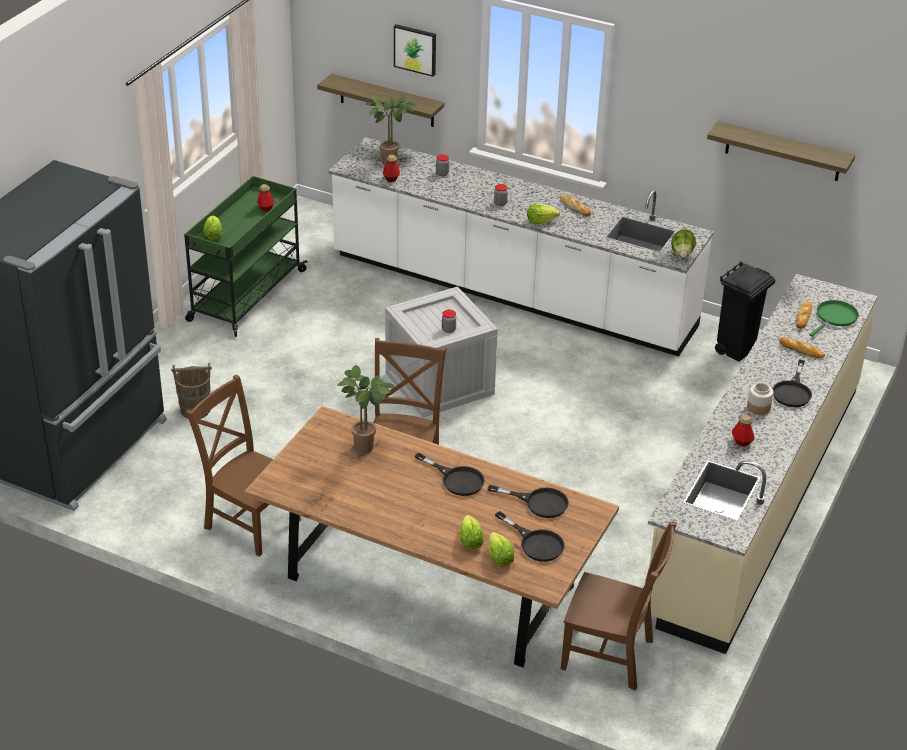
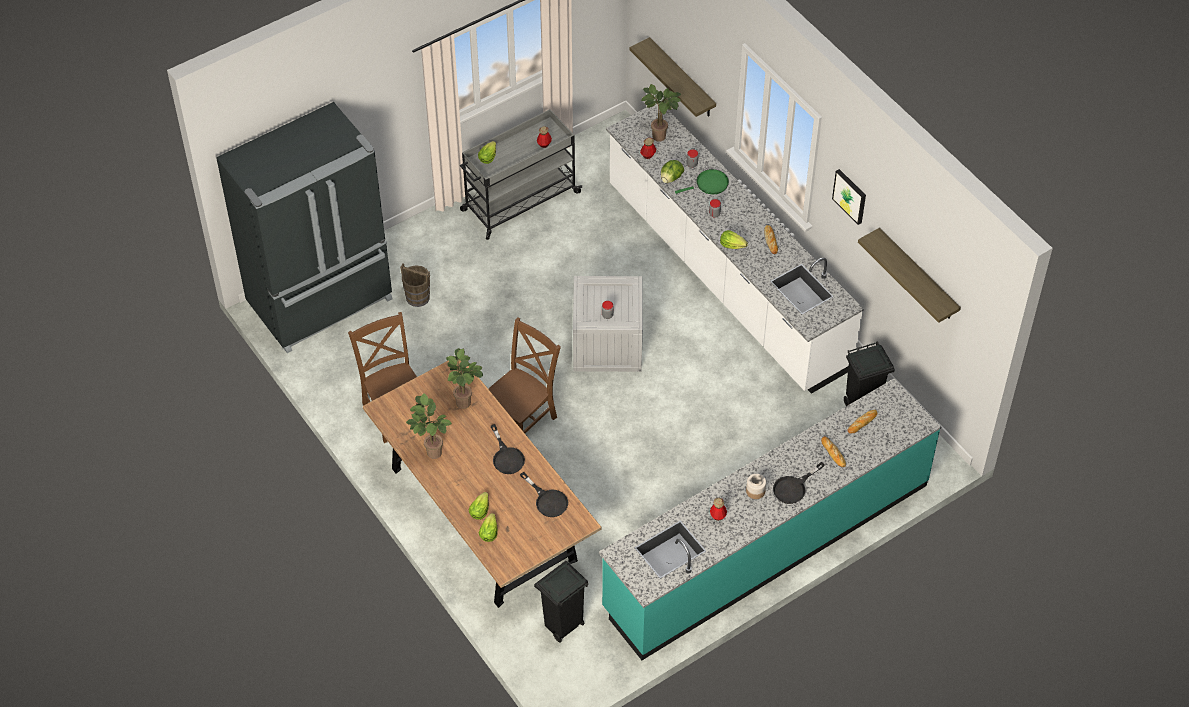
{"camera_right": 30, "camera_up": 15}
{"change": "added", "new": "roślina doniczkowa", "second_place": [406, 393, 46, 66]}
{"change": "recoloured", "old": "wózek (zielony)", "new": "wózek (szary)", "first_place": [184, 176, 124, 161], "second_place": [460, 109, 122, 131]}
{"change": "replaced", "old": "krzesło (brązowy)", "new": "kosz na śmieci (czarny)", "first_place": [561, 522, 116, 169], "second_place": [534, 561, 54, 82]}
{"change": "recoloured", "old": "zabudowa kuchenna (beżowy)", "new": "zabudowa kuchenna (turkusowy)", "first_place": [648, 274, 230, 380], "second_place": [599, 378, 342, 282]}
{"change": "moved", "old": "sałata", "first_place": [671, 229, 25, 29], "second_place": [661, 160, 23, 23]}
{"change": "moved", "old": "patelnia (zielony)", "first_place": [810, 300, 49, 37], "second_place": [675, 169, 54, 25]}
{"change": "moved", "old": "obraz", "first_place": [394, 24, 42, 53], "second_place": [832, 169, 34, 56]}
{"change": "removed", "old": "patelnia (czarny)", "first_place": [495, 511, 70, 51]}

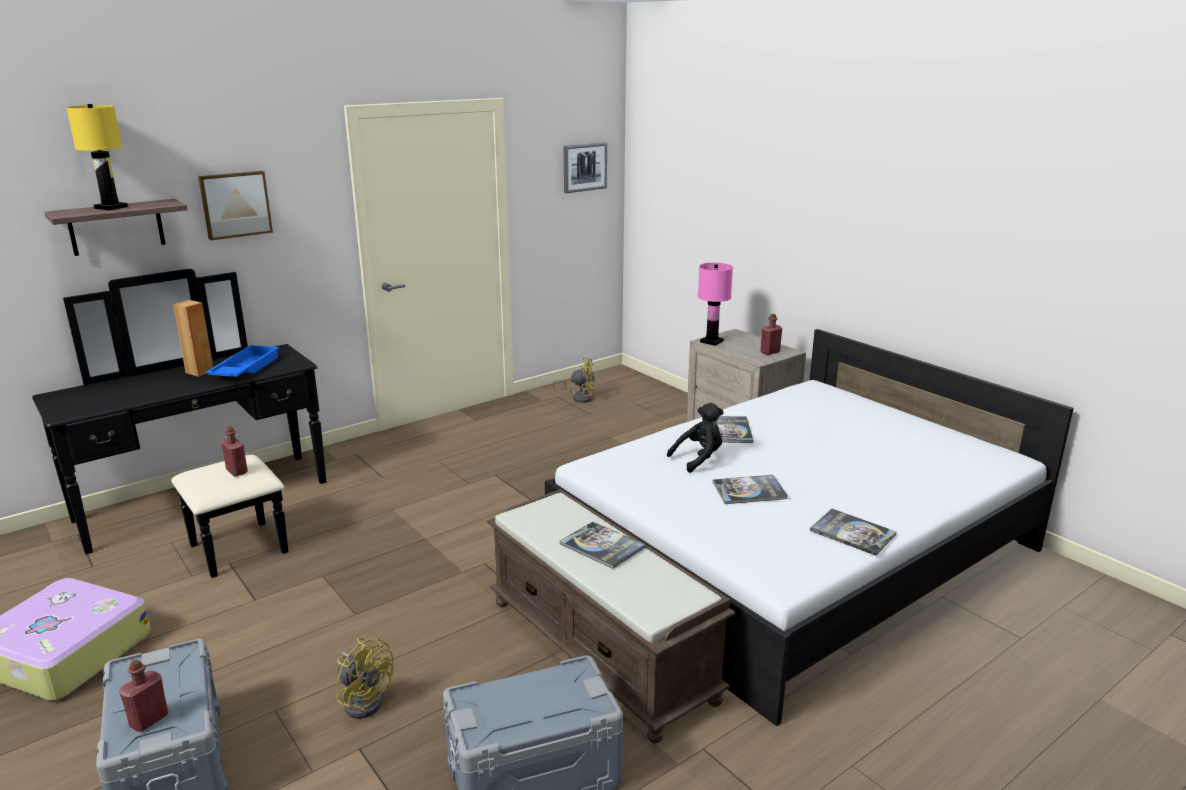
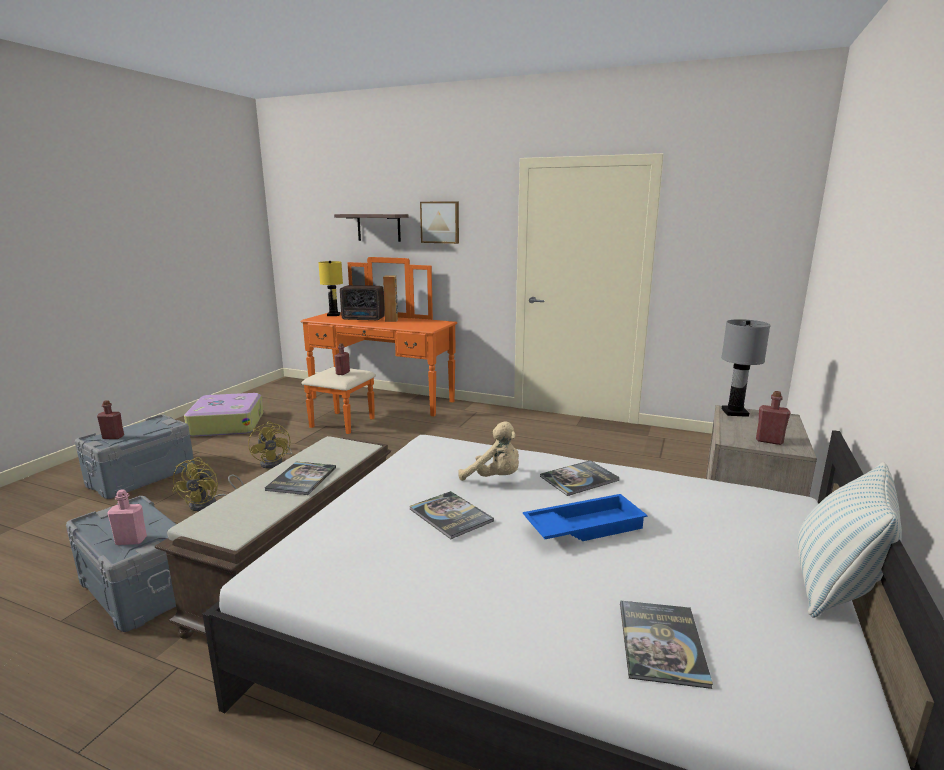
{"camera_right": 60, "camera_up": -5}
{"change": "added", "new": "butelka (różowy)", "second_place": [107, 489, 40, 56]}
{"change": "moved", "old": "wentylator (żółty)", "first_place": [552, 357, 43, 46], "second_place": [248, 421, 45, 47]}
{"change": "recoloured", "old": "komoda (czarny)", "new": "komoda (pomarańczowy)", "first_place": [32, 269, 294, 309], "second_place": [301, 257, 156, 177]}
{"change": "moved", "old": "lampa stołowa (żółty)", "first_place": [66, 104, 62, 106], "second_place": [318, 261, 25, 55]}
{"change": "added", "new": "radio", "second_place": [340, 285, 45, 36]}
{"change": "recoloured", "old": "pluszak (czarny)", "new": "pluszak (beżowy)", "first_place": [667, 403, 57, 70], "second_place": [458, 421, 61, 60]}
{"change": "moved", "old": "taca (niebieski)", "first_place": [206, 345, 73, 32], "second_place": [523, 494, 125, 47]}
{"change": "moved", "old": "książka", "first_place": [810, 509, 87, 47], "second_place": [620, 601, 93, 88]}
{"change": "recoloured", "old": "lampa stołowa (różowy)", "new": "lampa stołowa (szary)", "first_place": [698, 263, 35, 83], "second_place": [721, 319, 50, 98]}
{"change": "added", "new": "poduszka", "second_place": [797, 462, 105, 156]}
{"change": "removed", "old": "obraz", "first_place": [563, 142, 44, 51]}

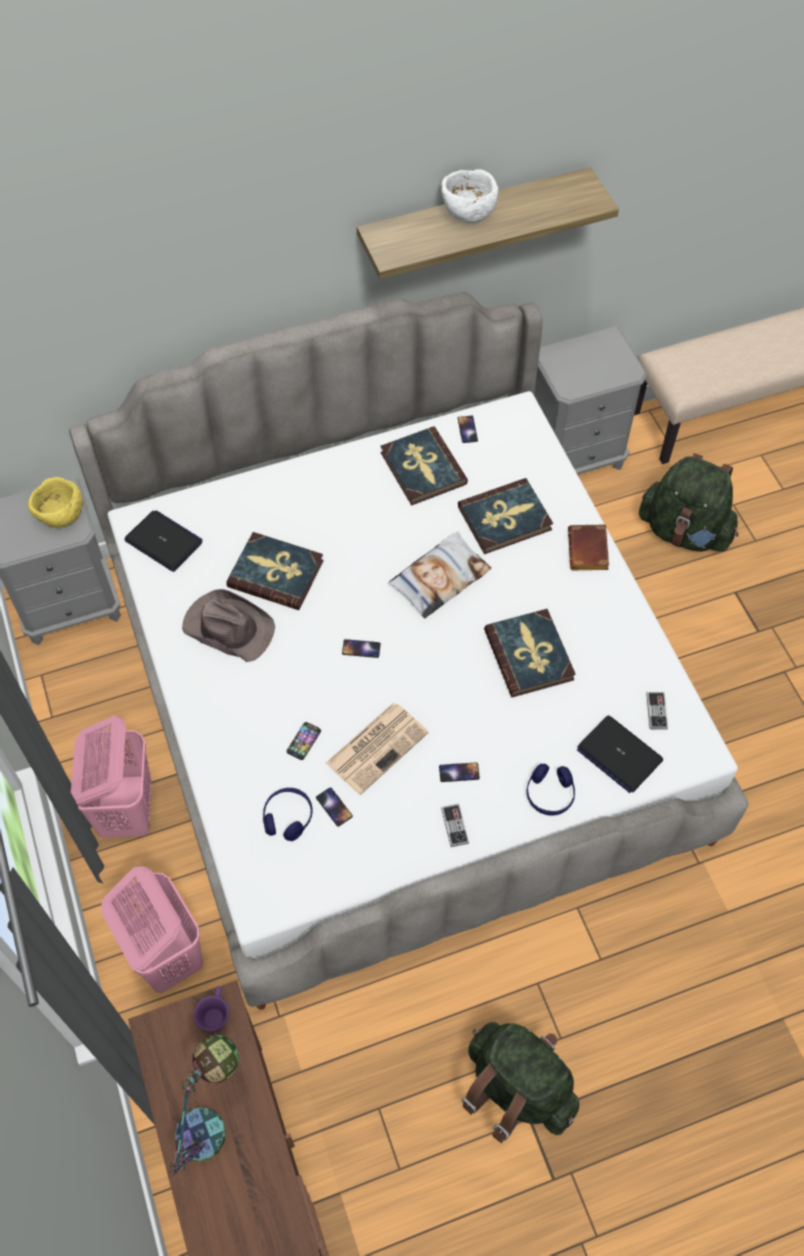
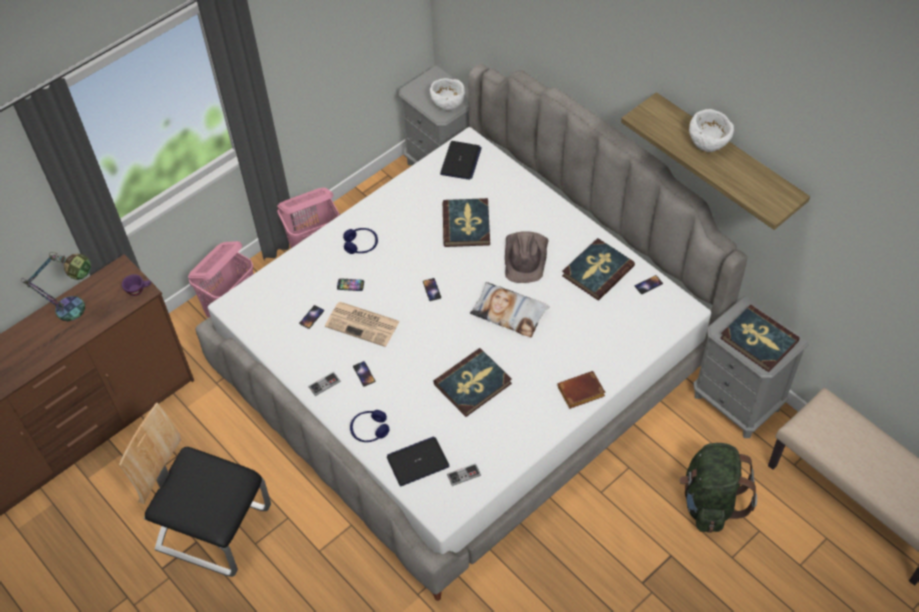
{"camera_right": 70, "camera_up": -5}
{"change": "replaced", "old": "plecak (zielony)", "new": "krzesło", "first_place": [461, 1022, 118, 121], "second_place": [119, 402, 152, 175]}
{"change": "moved", "old": "słuchawki (niebieski)", "first_place": [263, 788, 50, 53], "second_place": [343, 228, 35, 26]}
{"change": "turned", "old": "laptop", "first_place": [577, 715, 86, 78], "second_place": [387, 436, 63, 50], "degrees": 45}
{"change": "recoloured", "old": "miska (żółty)", "new": "miska (biały)", "first_place": [28, 477, 55, 51], "second_place": [430, 78, 35, 33]}
{"change": "moved", "old": "kapelusz (brązowy)", "first_place": [182, 589, 93, 73], "second_place": [505, 231, 44, 52]}
{"change": "moved", "old": "książka", "first_place": [458, 478, 95, 76], "second_place": [720, 305, 80, 67]}

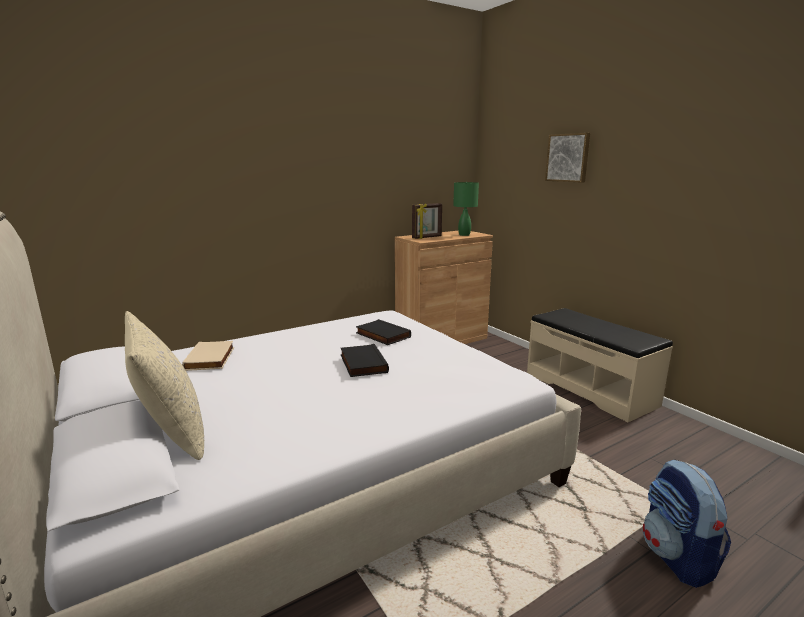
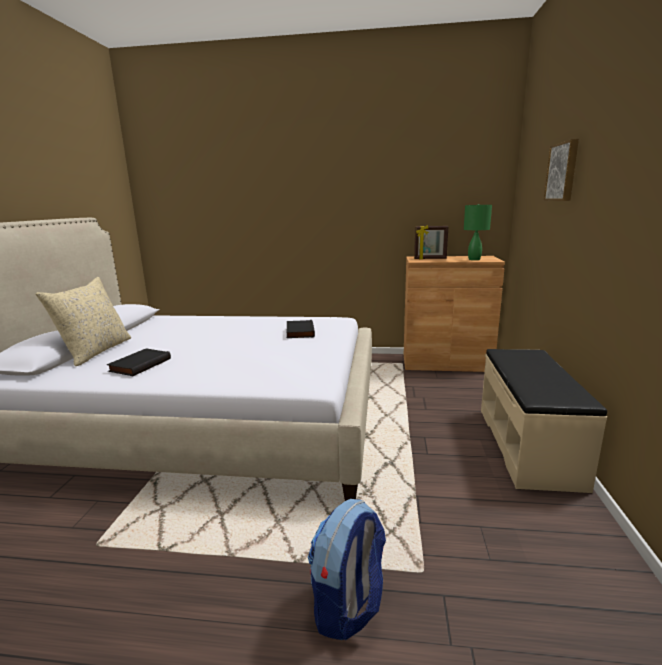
{"camera_right": 40, "camera_up": 0}
{"change": "moved", "old": "książka (czarny)", "first_place": [341, 344, 48, 33], "second_place": [107, 349, 64, 27]}
{"change": "removed", "old": "książka (beżowy)", "first_place": [182, 341, 52, 30]}

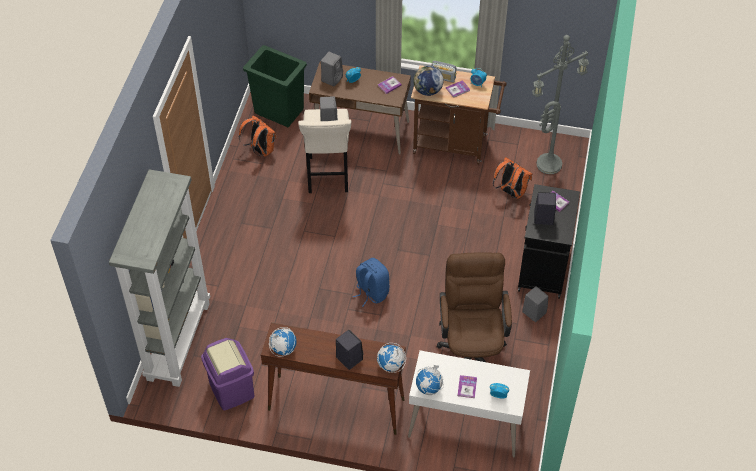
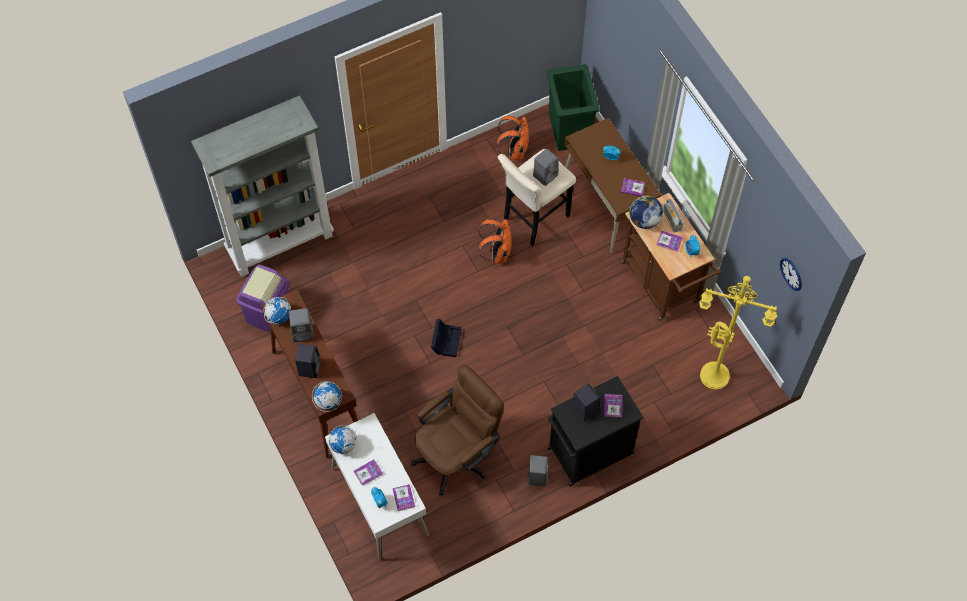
{"camera_right": 50, "camera_up": 10}
{"change": "moved", "old": "głośnik (szary)", "first_place": [321, 52, 22, 35], "second_place": [289, 308, 25, 34]}
{"change": "added", "new": "książka", "second_place": [392, 484, 23, 27]}
{"change": "replaced", "old": "plecak (niebieski)", "new": "pojemnik do przechowywania (czarny)", "first_place": [353, 258, 37, 48], "second_place": [431, 319, 31, 38]}
{"change": "moved", "old": "plecak (pomarańczowy)", "first_place": [493, 157, 39, 42], "second_place": [478, 219, 34, 45]}
{"change": "recoloured", "old": "lampa stojąca (szary)", "new": "lampa stojąca (żółty)", "first_place": [532, 35, 57, 139], "second_place": [699, 276, 78, 114]}
{"change": "added", "new": "zegar ścienny", "second_place": [780, 258, 22, 33]}

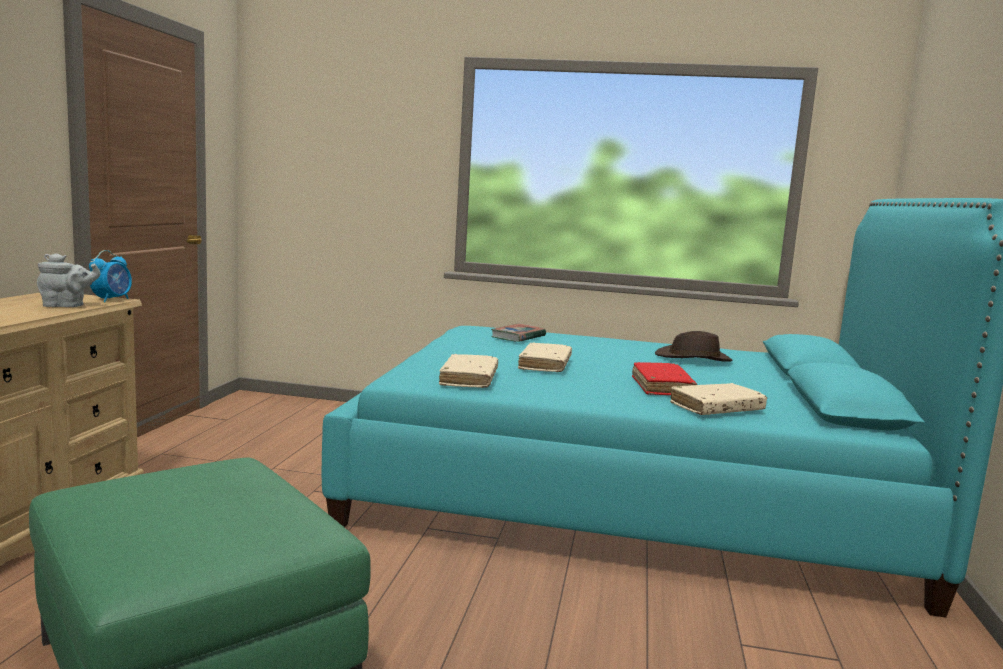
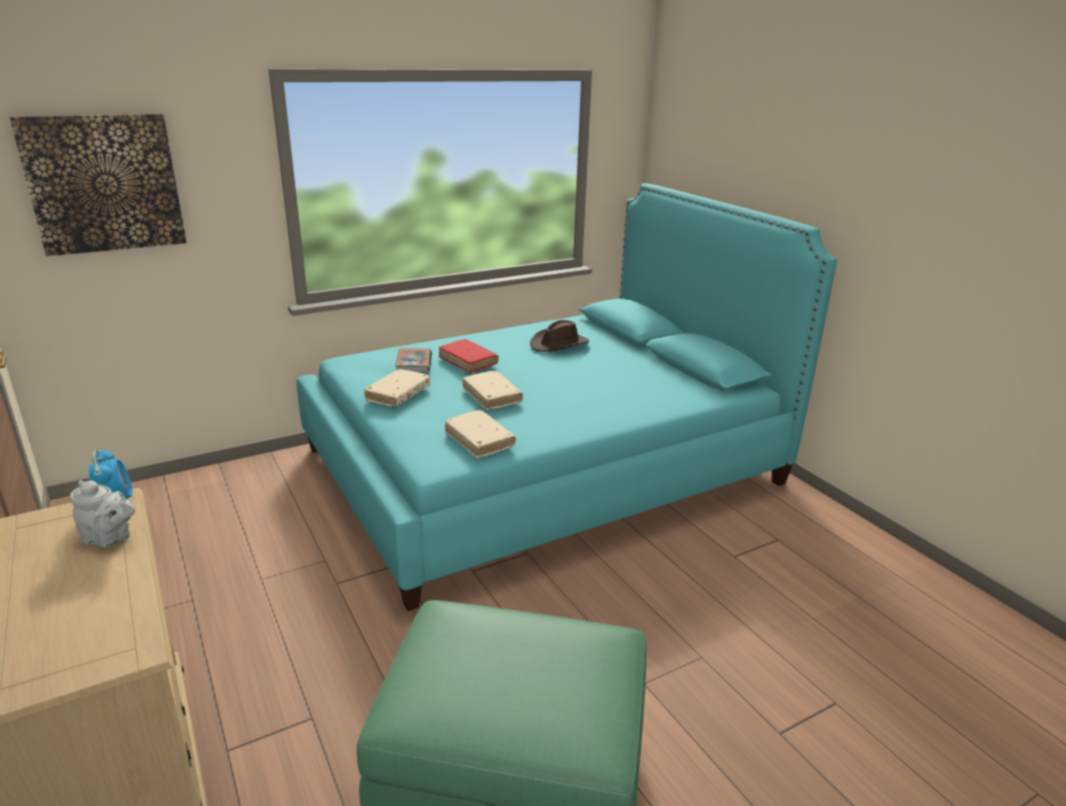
{"camera_right": -40, "camera_up": 15}
{"change": "added", "new": "obraz", "second_place": [10, 114, 177, 142]}
{"change": "turned", "old": "imbryk (szary)", "first_place": [37, 253, 64, 54], "second_place": [70, 480, 65, 67], "degrees": 75}
{"change": "moved", "old": "książka (beżowy)", "first_place": [670, 383, 97, 32], "second_place": [364, 369, 67, 38]}
{"change": "moved", "old": "książka (czerwony)", "first_place": [632, 362, 65, 33], "second_place": [439, 339, 59, 34]}

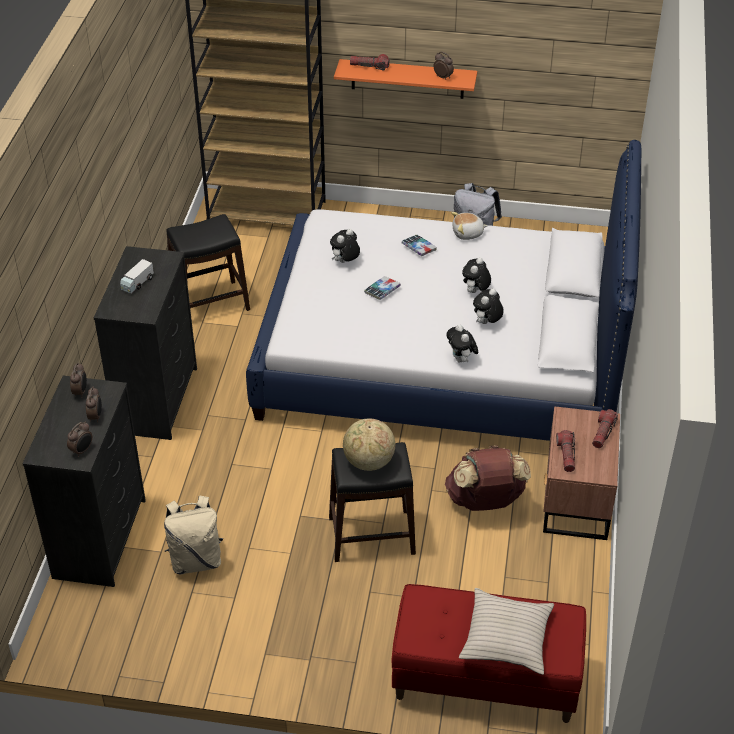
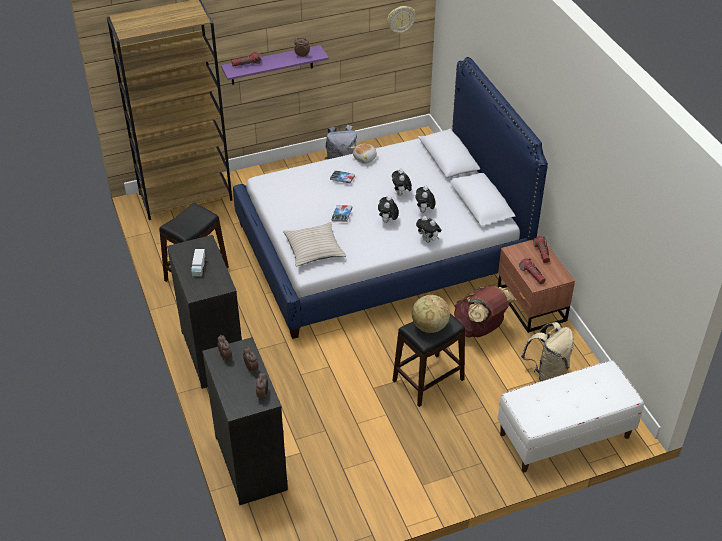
{"camera_right": -30, "camera_up": 0}
{"change": "recoloured", "old": "półka (pomarańczowy)", "new": "półka (fioletowy)", "first_place": [334, 59, 143, 40], "second_place": [221, 45, 108, 40]}
{"change": "moved", "old": "poduszka (beżowy)", "first_place": [459, 588, 95, 87], "second_place": [283, 222, 63, 44]}
{"change": "moved", "old": "pluszak", "first_place": [330, 229, 30, 34], "second_place": [378, 196, 21, 27]}
{"change": "added", "new": "zegar ścienny", "second_place": [387, 6, 29, 28]}
{"change": "recoloured", "old": "ławka (czerwony)", "new": "ławka (biały)", "first_place": [392, 584, 194, 139], "second_place": [498, 360, 146, 113]}
{"change": "moved", "old": "plecak (beżowy)", "first_place": [164, 495, 59, 80], "second_place": [521, 322, 53, 59]}

